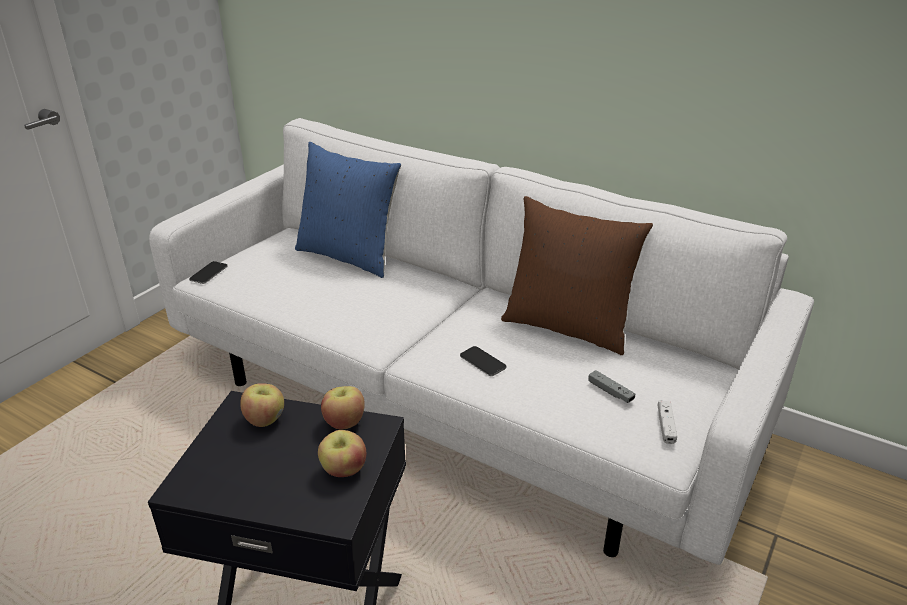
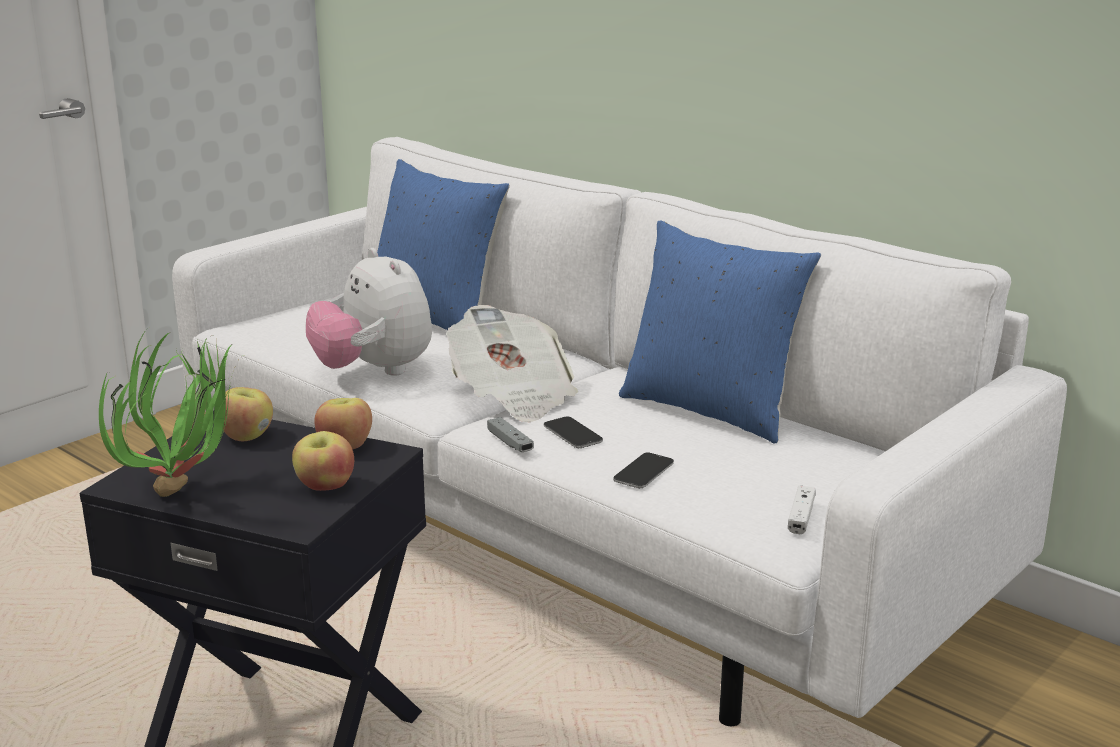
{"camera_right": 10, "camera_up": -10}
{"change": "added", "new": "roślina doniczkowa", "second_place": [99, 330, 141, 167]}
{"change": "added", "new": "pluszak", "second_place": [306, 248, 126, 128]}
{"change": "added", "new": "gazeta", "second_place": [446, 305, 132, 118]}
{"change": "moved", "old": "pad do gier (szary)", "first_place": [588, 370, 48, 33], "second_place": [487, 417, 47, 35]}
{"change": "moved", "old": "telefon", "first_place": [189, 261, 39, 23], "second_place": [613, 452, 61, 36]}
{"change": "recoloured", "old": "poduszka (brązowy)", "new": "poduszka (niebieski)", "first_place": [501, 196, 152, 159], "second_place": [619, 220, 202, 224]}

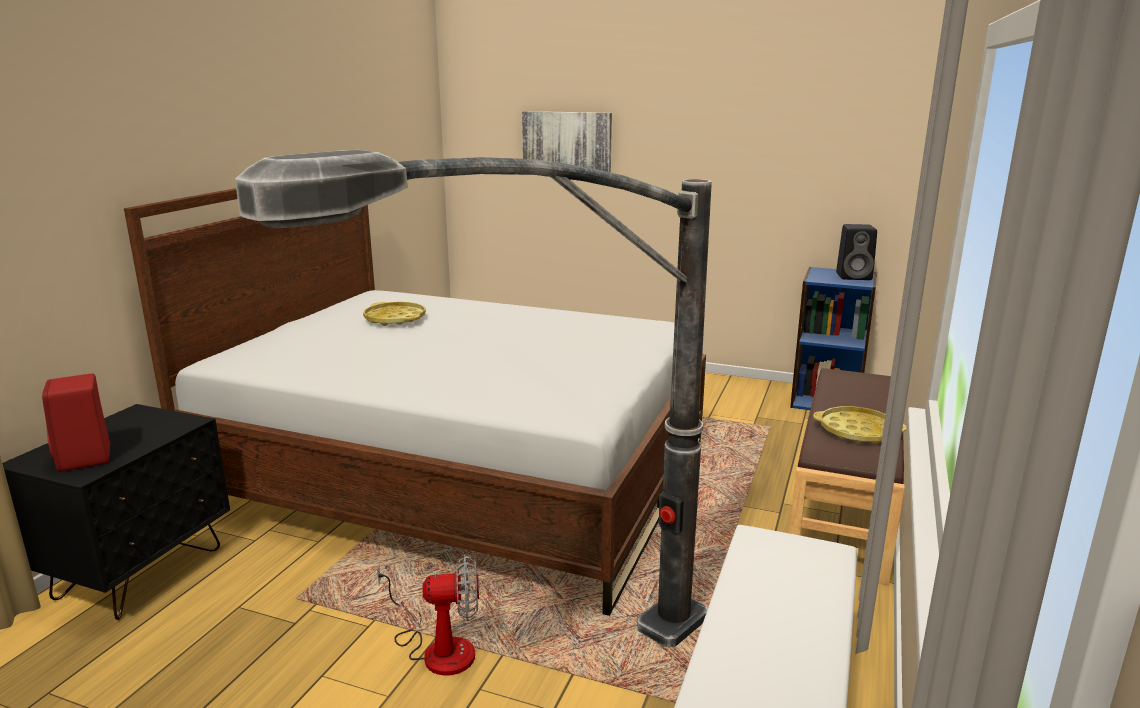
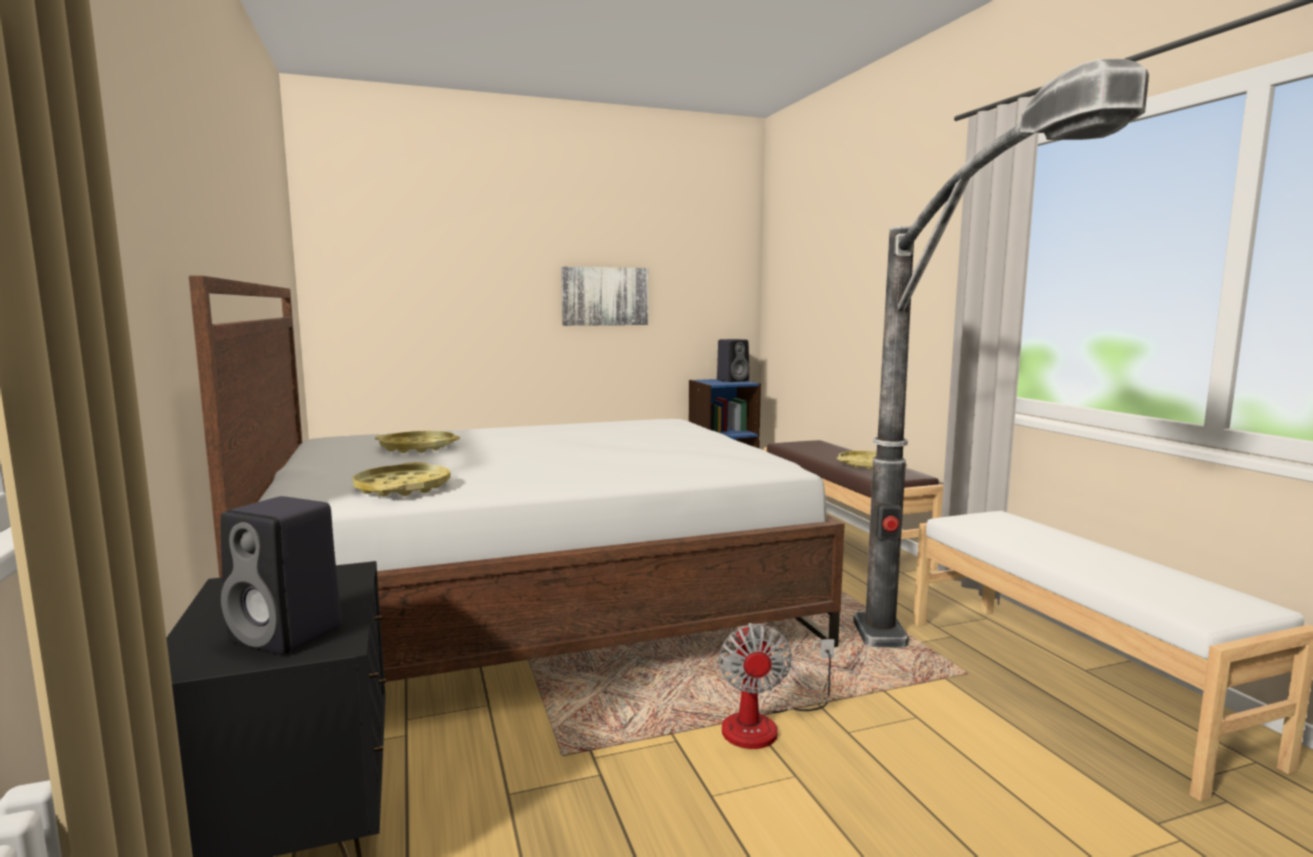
{"camera_right": -40, "camera_up": -10}
{"change": "recoloured", "old": "głośnik (czerwony)", "new": "głośnik (czarny)", "first_place": [42, 374, 68, 98], "second_place": [220, 496, 122, 159]}
{"change": "added", "new": "taca (żółty)", "second_place": [352, 462, 99, 34]}
{"change": "moved", "old": "obraz", "first_place": [522, 111, 90, 62], "second_place": [561, 267, 87, 59]}
{"change": "turned", "old": "wentylator", "first_place": [377, 554, 102, 122], "second_place": [718, 623, 116, 126], "degrees": 135}

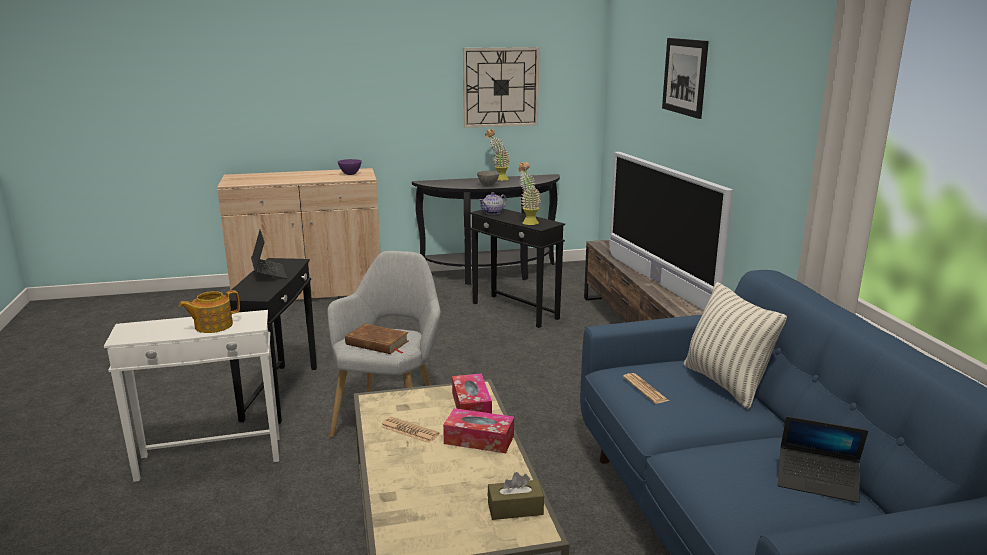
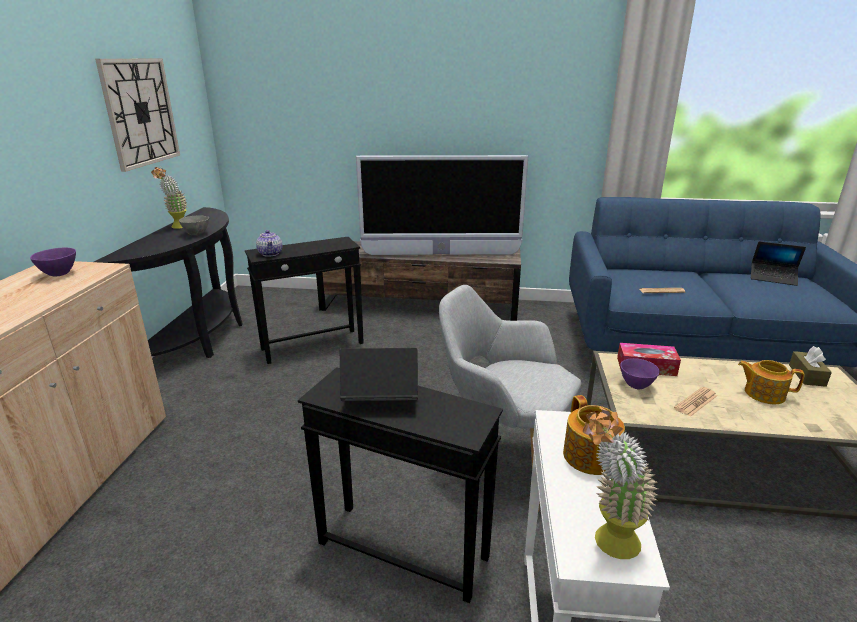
{"camera_right": -70, "camera_up": 5}
{"change": "moved", "old": "roślina doniczkowa", "first_place": [518, 162, 23, 63], "second_place": [583, 407, 75, 152]}
{"change": "added", "new": "miska (fioletowy)", "second_place": [620, 358, 40, 31]}
{"change": "added", "new": "imbryk", "second_place": [738, 360, 67, 44]}
{"change": "turned", "old": "laptop", "first_place": [778, 416, 90, 87], "second_place": [751, 241, 55, 45], "degrees": 75}
{"change": "removed", "old": "książka (brązowy)", "first_place": [345, 324, 64, 30]}
{"change": "removed", "old": "pudełko chusteczek", "first_place": [443, 408, 71, 45]}
{"change": "removed", "old": "obraz", "first_place": [662, 38, 47, 81]}
{"change": "removed", "old": "poduszka", "first_place": [684, 282, 103, 127]}

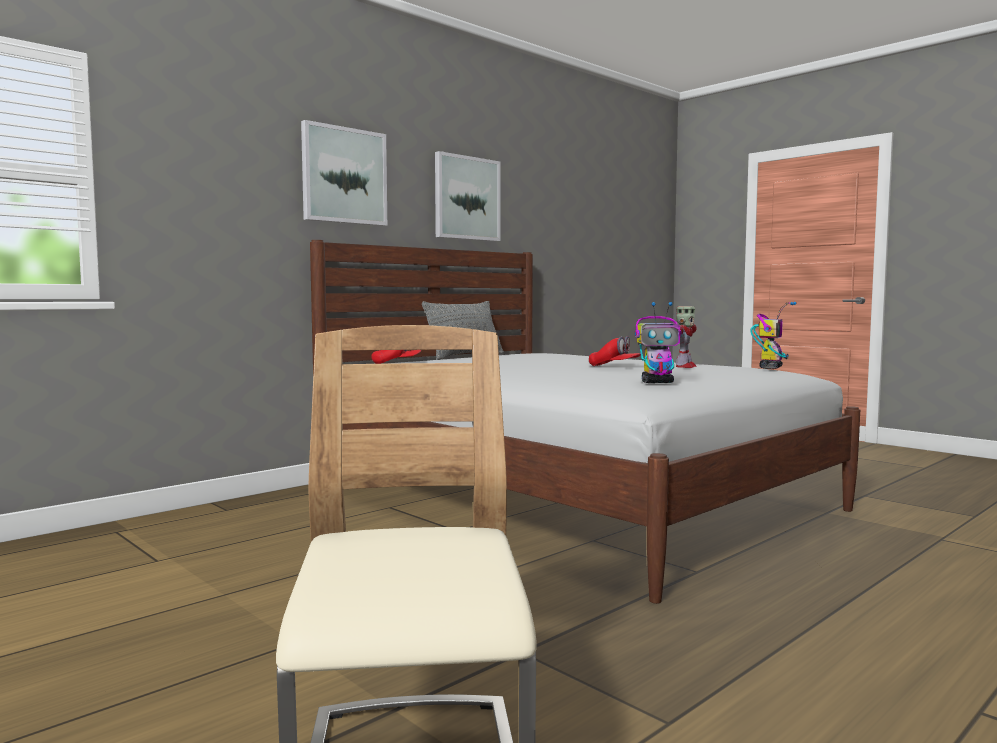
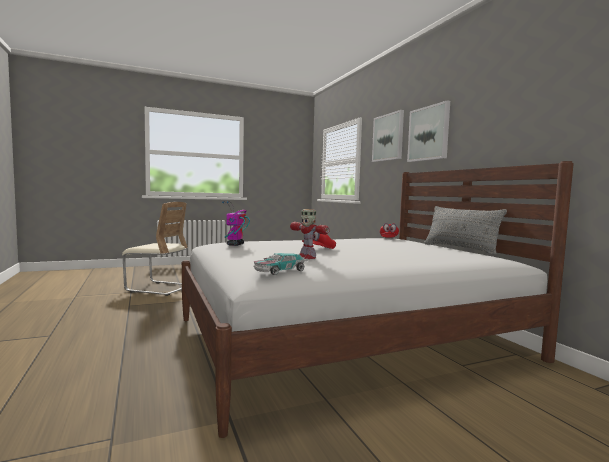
{"camera_right": 110, "camera_up": 0}
{"change": "replaced", "old": "robot zabawkowy", "new": "samochodzik", "first_place": [751, 302, 46, 67], "second_place": [254, 253, 53, 22]}
{"change": "moved", "old": "obraz", "first_place": [435, 151, 66, 90], "second_place": [372, 110, 32, 52]}

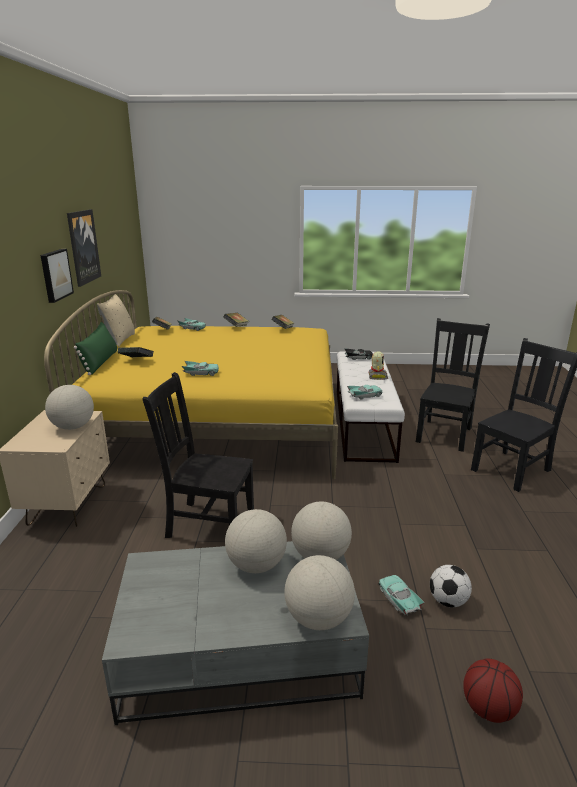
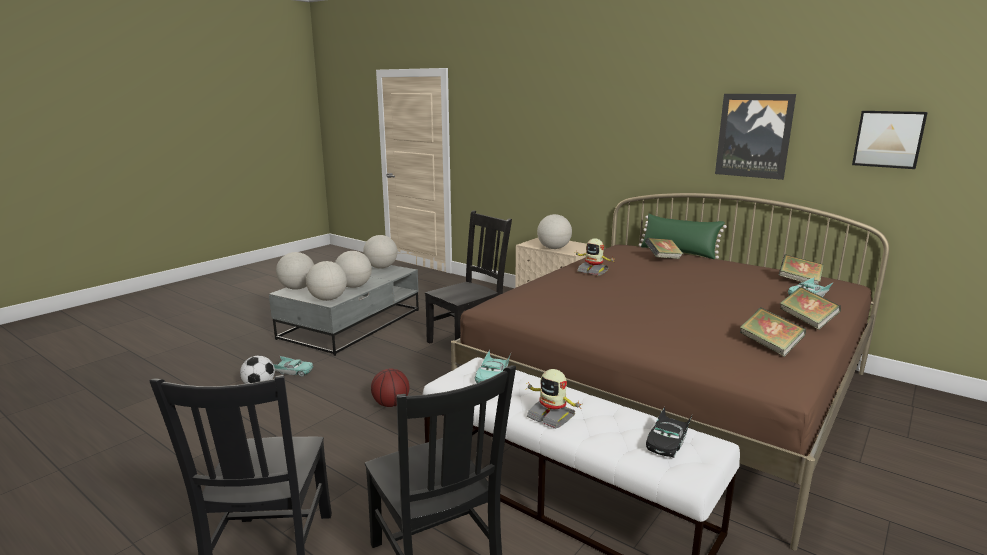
{"camera_right": 125, "camera_up": -5}
{"change": "added", "new": "globus", "second_place": [363, 235, 34, 34]}
{"change": "moved", "old": "piłka do koszykówki", "first_place": [463, 659, 60, 64], "second_place": [371, 368, 38, 39]}
{"change": "recoloured", "old": "łóżko (żółty)", "new": "łóżko (brązowy)", "first_place": [44, 290, 294, 189], "second_place": [451, 193, 438, 358]}
{"change": "replaced", "old": "samochodzik (turkusowy)", "new": "robot zabawkowy", "first_place": [182, 361, 37, 15], "second_place": [576, 238, 40, 37]}
{"change": "moved", "old": "obraz", "first_place": [41, 249, 33, 54], "second_place": [852, 111, 76, 58]}
{"change": "removed", "old": "poduszka (beżowy)", "first_place": [97, 294, 38, 53]}

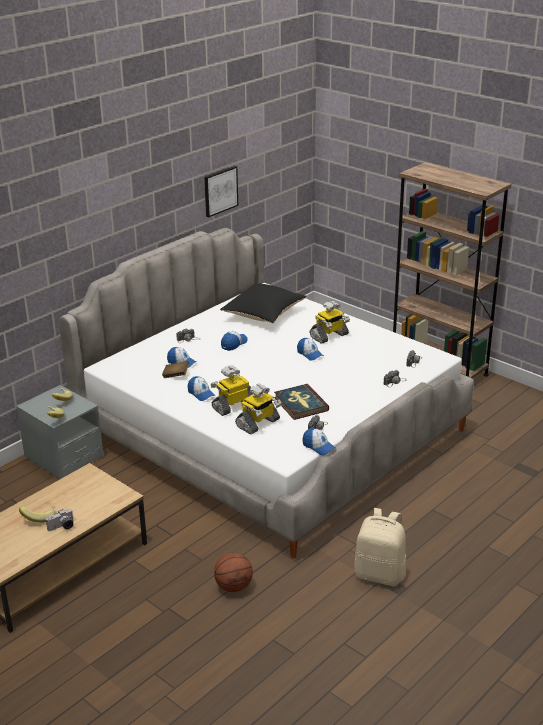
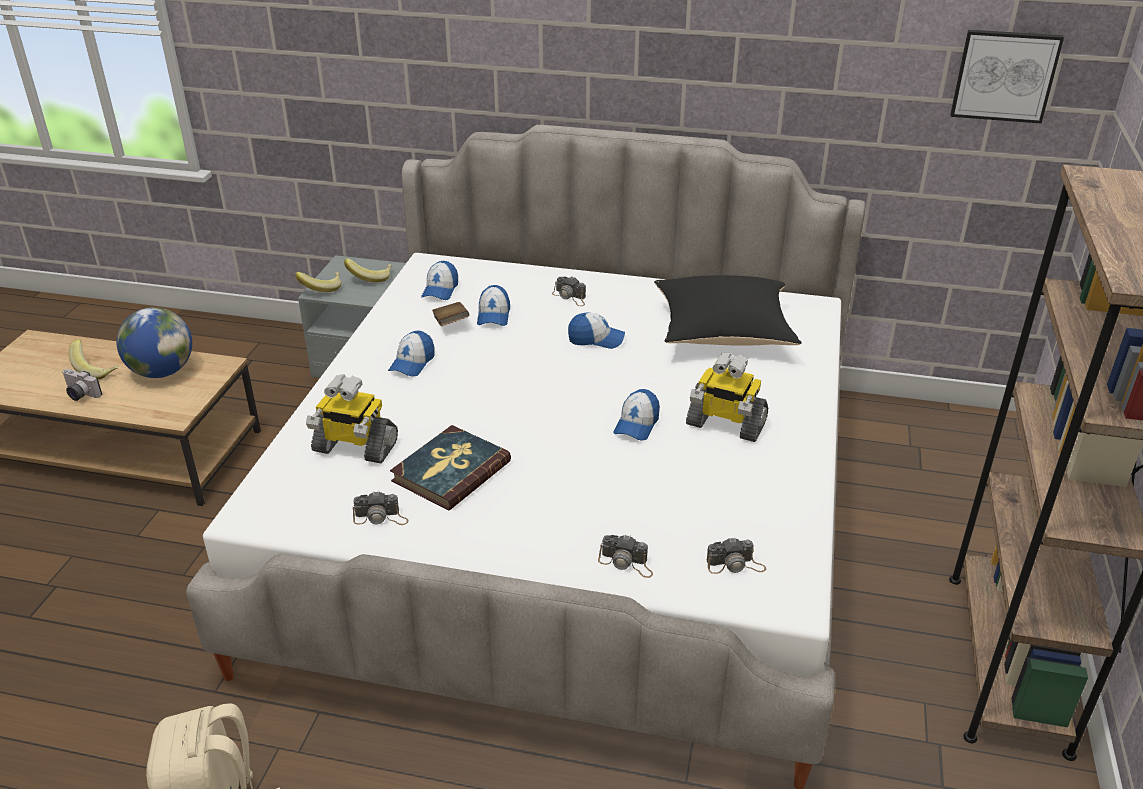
{"camera_right": 60, "camera_up": 5}
{"change": "added", "new": "globus", "second_place": [116, 307, 76, 71]}
{"change": "moved", "old": "czapka z daszkiem", "first_place": [302, 428, 34, 27], "second_place": [421, 261, 37, 39]}
{"change": "moved", "old": "obraz", "first_place": [204, 166, 34, 51], "second_place": [950, 30, 114, 94]}
{"change": "removed", "old": "robot zabawkowy", "first_place": [211, 365, 43, 51]}
{"change": "removed", "old": "piłka do koszykówki", "first_place": [214, 553, 39, 39]}

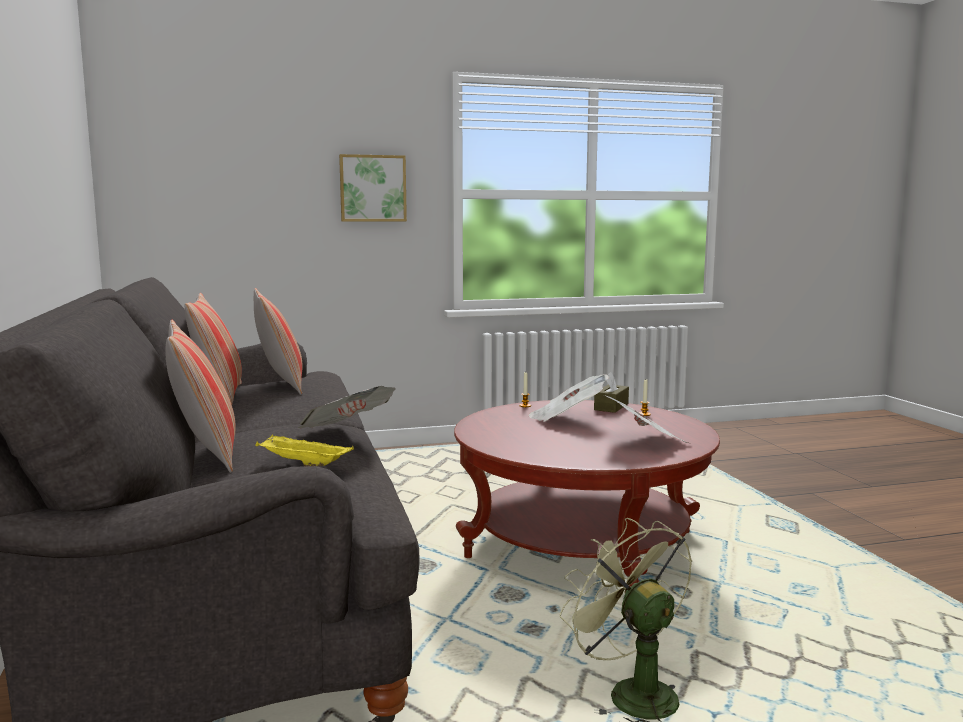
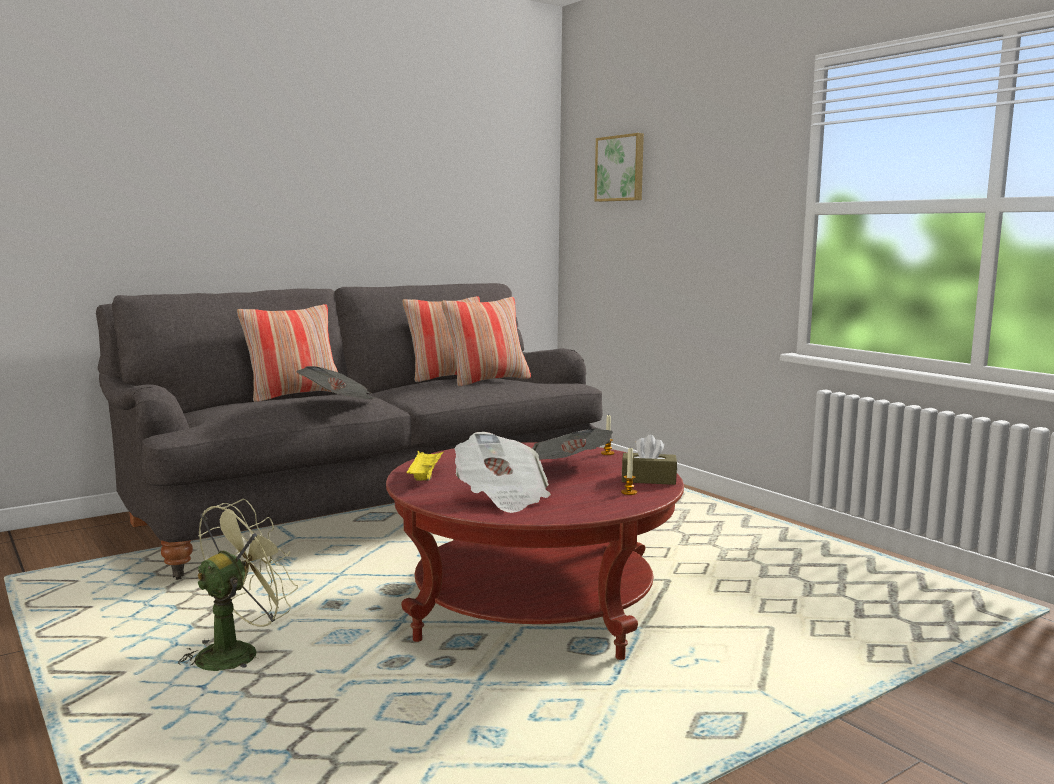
{"camera_right": 70, "camera_up": 0}
{"change": "moved", "old": "taca (żółty)", "first_place": [255, 434, 99, 33], "second_place": [406, 450, 38, 31]}
{"change": "moved", "old": "obraz", "first_place": [339, 154, 68, 67], "second_place": [594, 133, 50, 69]}

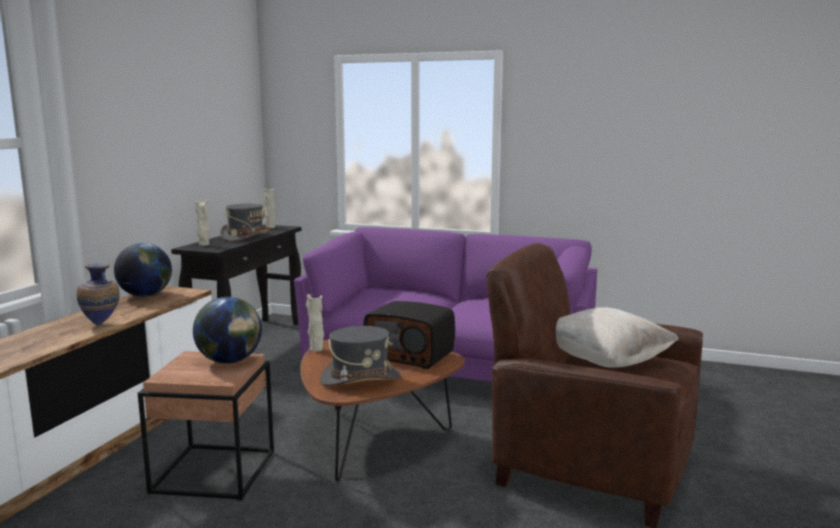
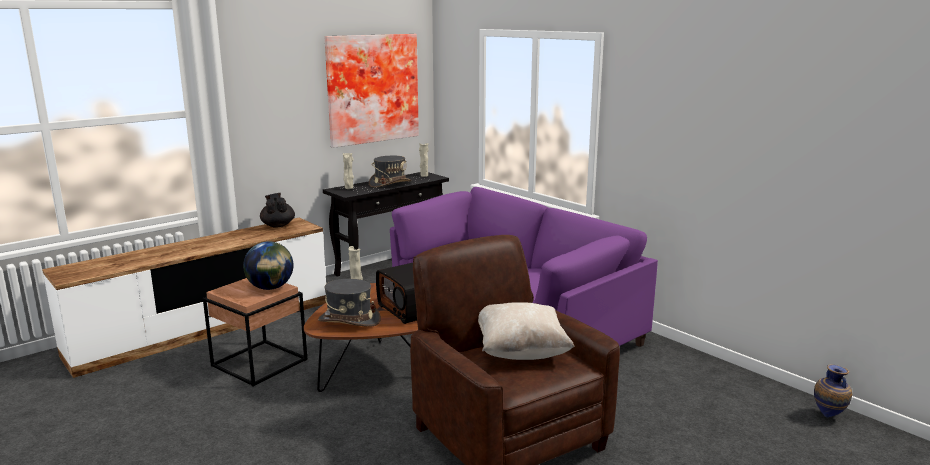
{"camera_right": 30, "camera_up": 5}
{"change": "replaced", "old": "globus", "new": "imbryk (czarny)", "first_place": [114, 243, 58, 54], "second_place": [260, 193, 35, 35]}
{"change": "added", "new": "obraz", "second_place": [325, 34, 94, 114]}
{"change": "moved", "old": "wazon", "first_place": [76, 263, 44, 62], "second_place": [814, 365, 38, 53]}

